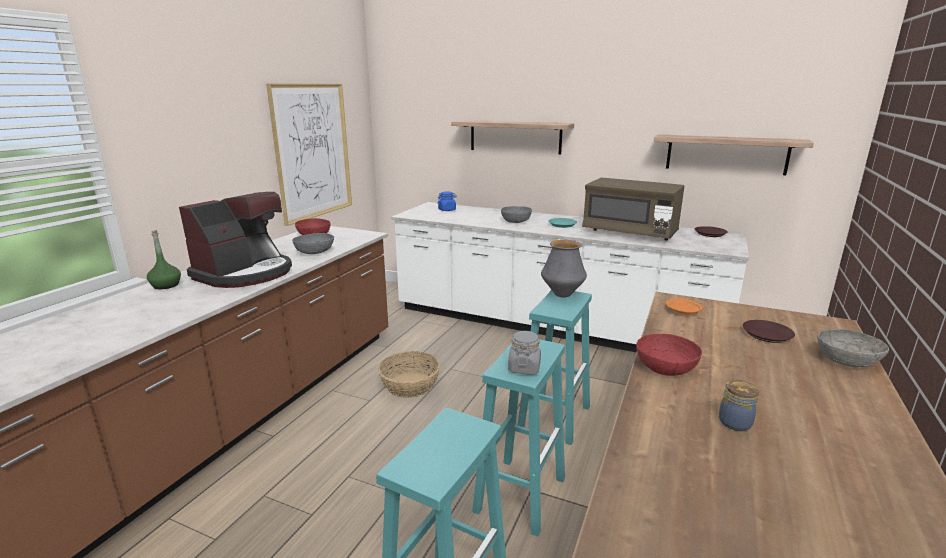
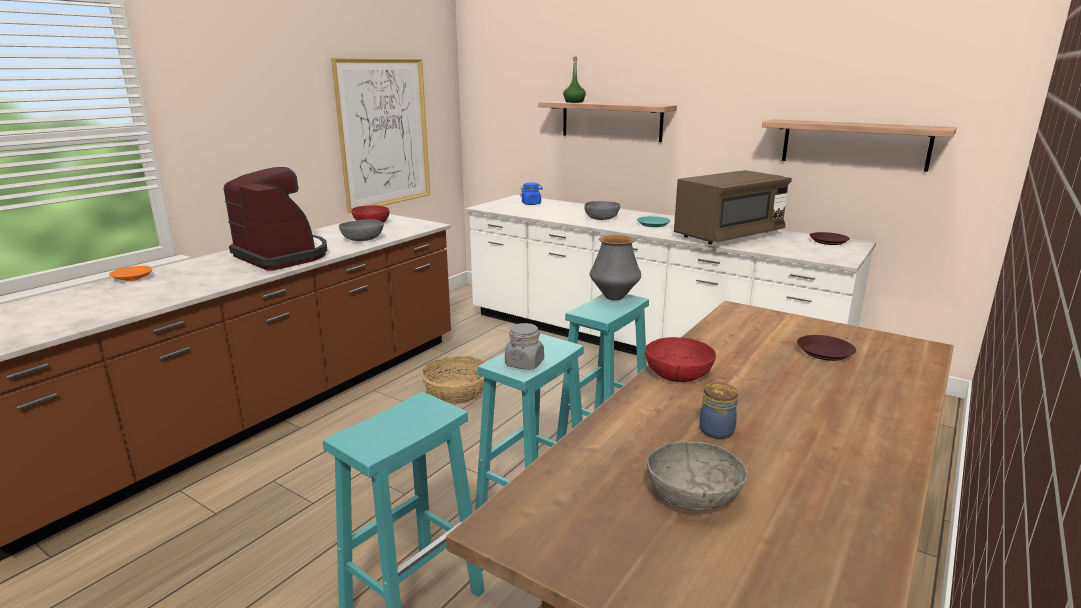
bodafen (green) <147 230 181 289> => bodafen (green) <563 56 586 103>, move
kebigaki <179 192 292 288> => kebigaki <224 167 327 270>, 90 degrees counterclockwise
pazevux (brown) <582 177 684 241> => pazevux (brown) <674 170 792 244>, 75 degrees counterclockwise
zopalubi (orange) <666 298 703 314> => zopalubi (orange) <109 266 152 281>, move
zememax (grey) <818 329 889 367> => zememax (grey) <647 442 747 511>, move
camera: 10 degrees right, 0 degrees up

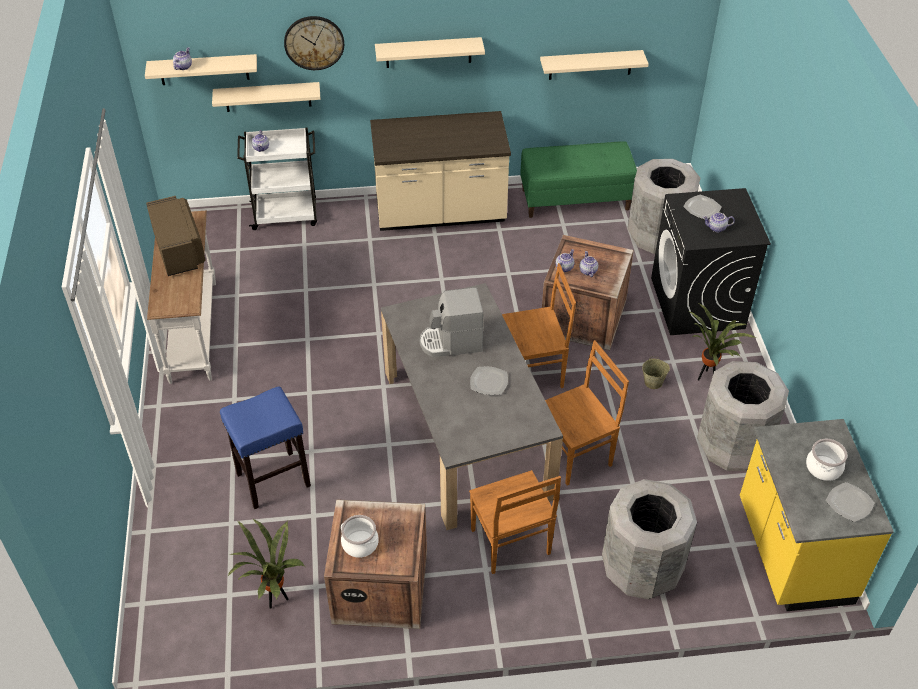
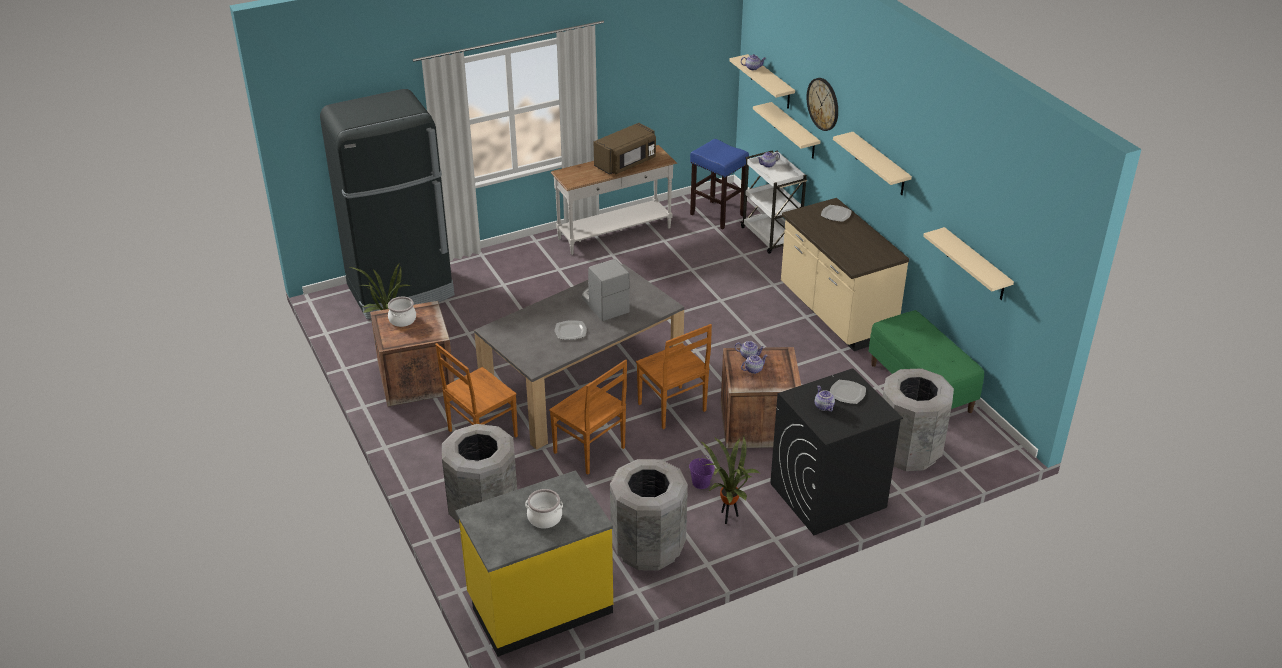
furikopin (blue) <220 386 311 509> => furikopin (blue) <690 139 749 229>, move
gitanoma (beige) <642 356 670 389> => gitanoma (purple) <689 455 714 489>
zopalubi <826 482 875 522> => zopalubi <821 205 852 222>, move
nothing => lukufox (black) <320 89 455 319>
camera: 70 degrees right, 10 degrees down

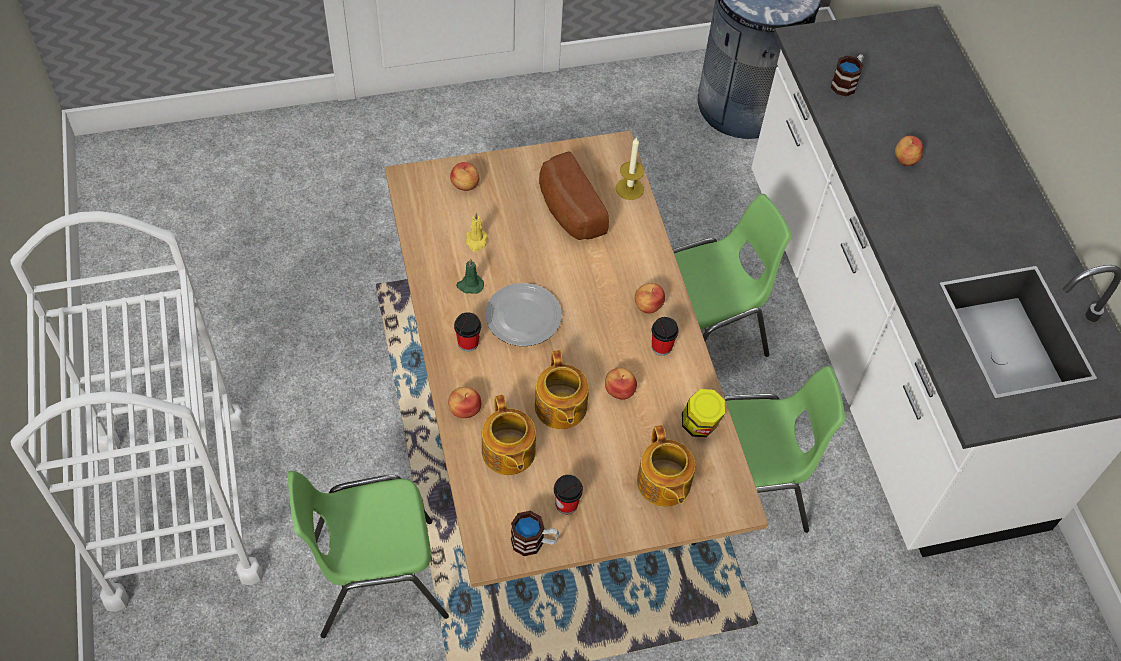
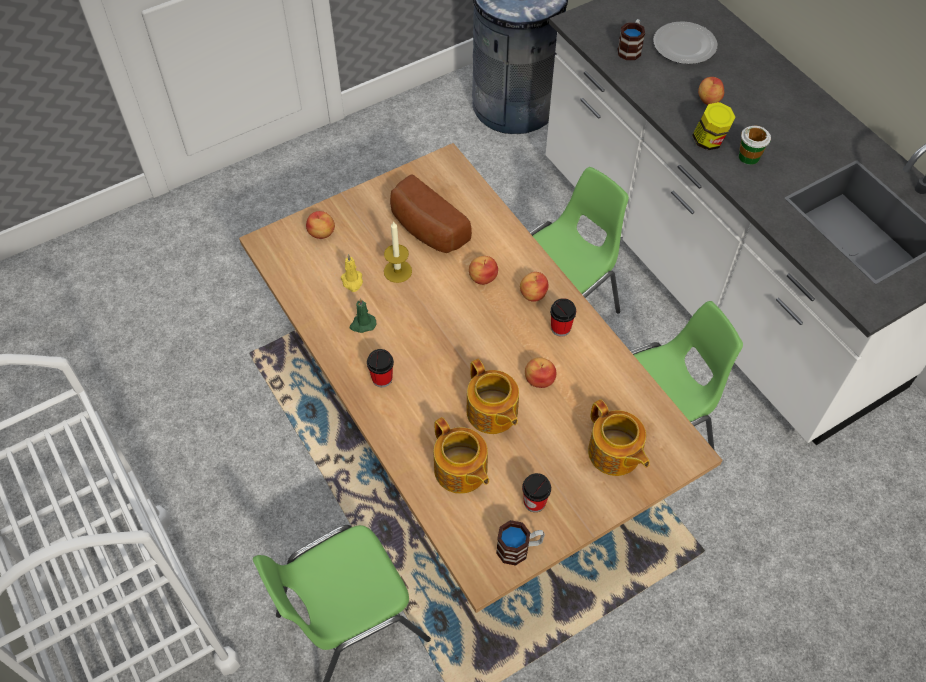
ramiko <448 387 481 418> => ramiko <469 256 498 285>, move
zopalubi <485 283 562 346> => zopalubi <653 21 717 64>, move
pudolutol <616 137 644 200> => pudolutol <384 221 412 283>, move
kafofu <682 389 725 437> => kafofu <692 102 736 150>, move
nothing => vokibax <739 126 771 165>
camera: 15 degrees left, 0 degrees up

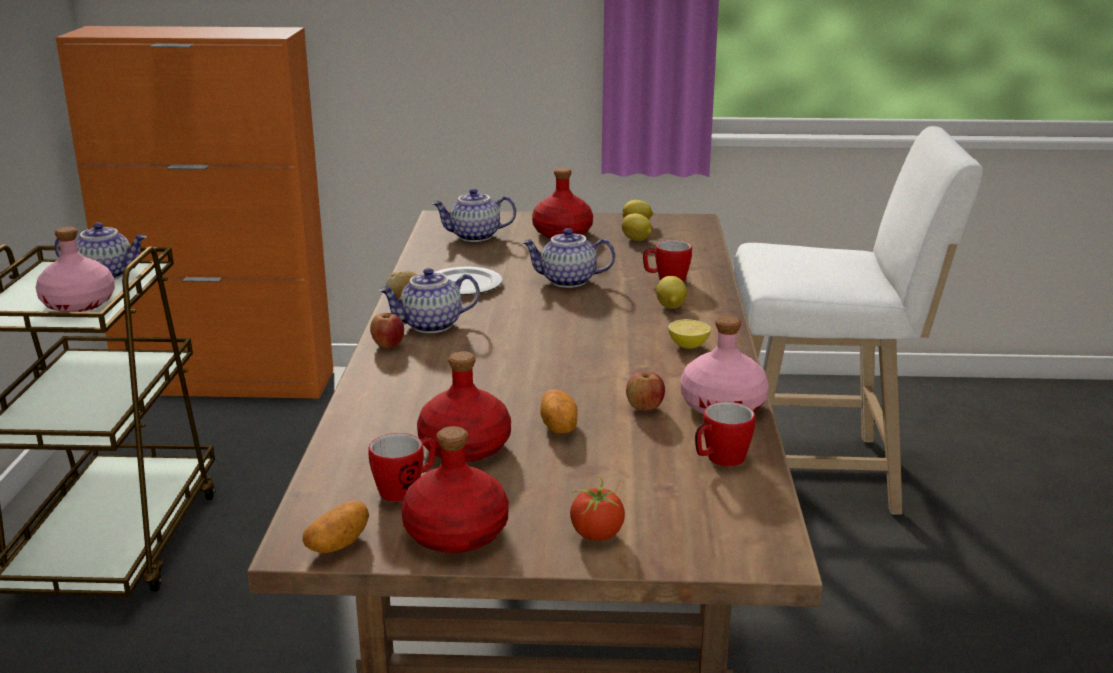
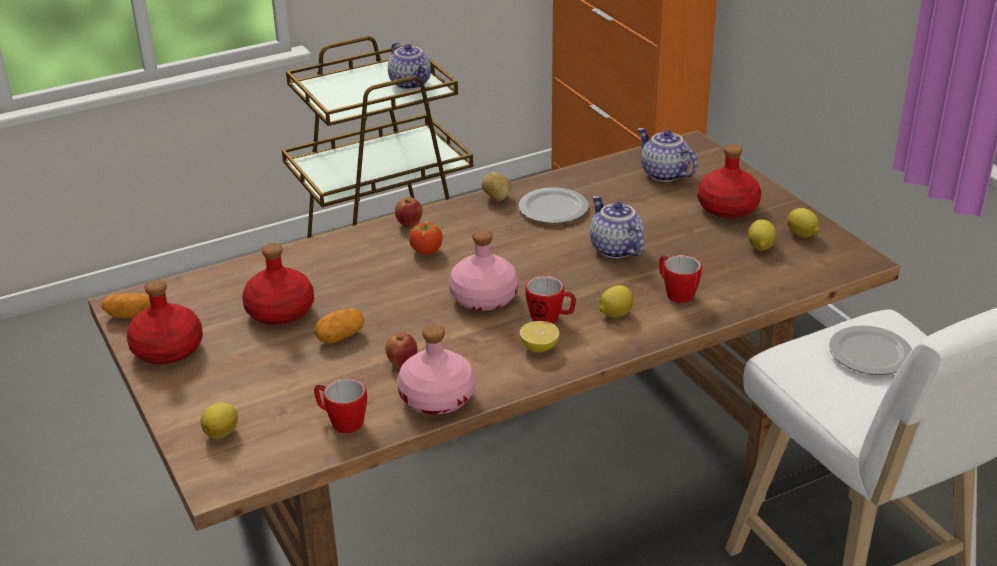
bodafen (pink) <36 227 115 312> => bodafen (pink) <449 229 519 311>, move
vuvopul <368 433 436 502> => vuvopul <525 276 576 324>, move
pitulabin <378 268 480 333> => nothing
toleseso <570 476 625 540> => toleseso <409 219 443 255>, move
nothing => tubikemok <201 402 238 439>
nothing => zopalubi <829 325 912 375>
camera: 60 degrees right, 10 degrees up

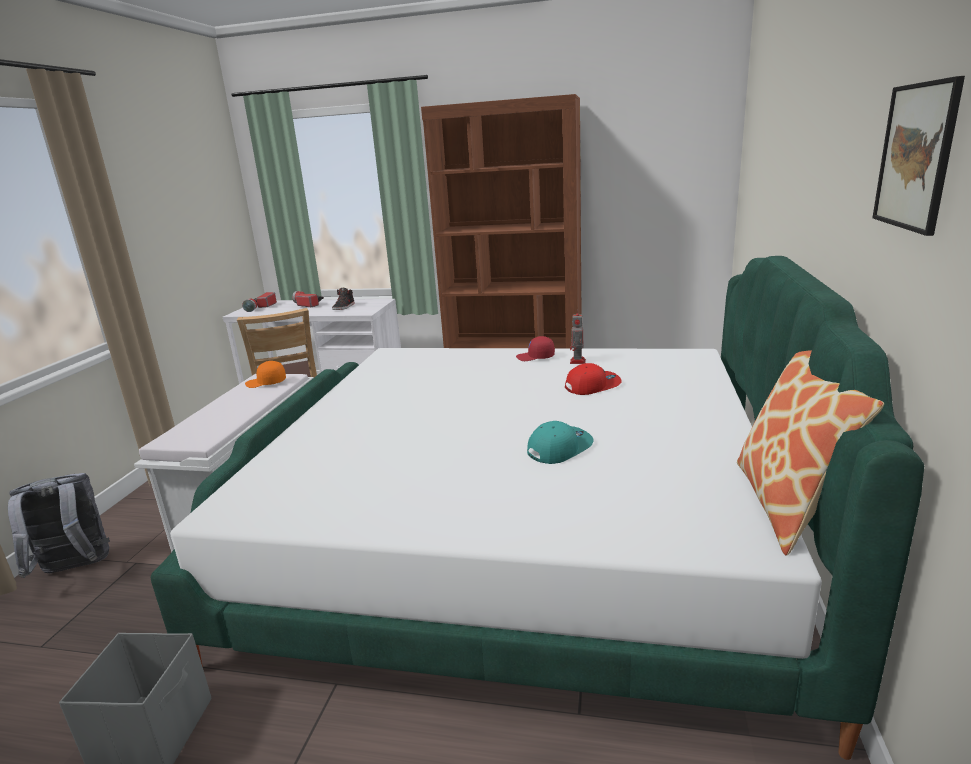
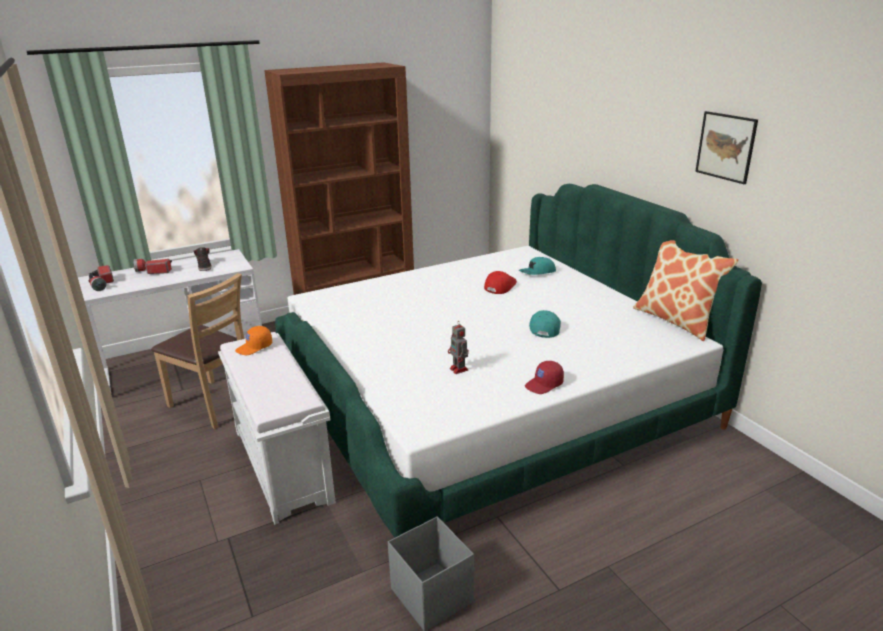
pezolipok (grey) <8 473 110 578> => nothing
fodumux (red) <516 336 555 361> => fodumux (red) <525 361 564 394>, move
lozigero <570 309 586 364> => lozigero <448 322 469 374>, move
nothing => fodumux (turquoise) <519 257 556 275>
camera: 40 degrees left, 5 degrees up

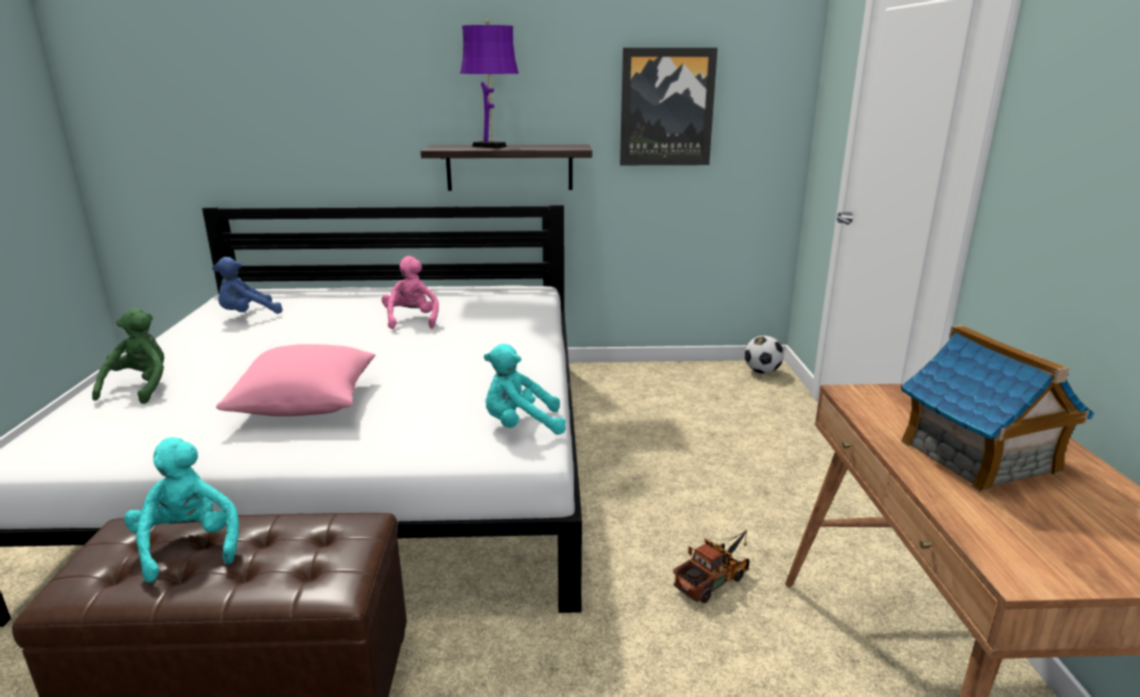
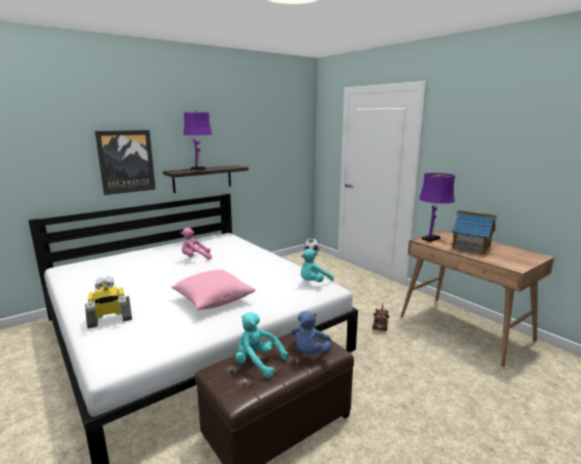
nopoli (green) <92 308 164 404> => lozigero <85 276 132 328>
nopoli (blue) <212 257 282 314> => nopoli (blue) <291 311 332 355>, move
nopoli (pink) <382 256 439 329> => nopoli (pink) <180 228 212 260>, 60 degrees counterclockwise
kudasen <620 48 718 165> => kudasen <95 130 156 195>, move
nothing => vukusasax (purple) <419 171 455 242>
camera: 35 degrees left, 5 degrees down

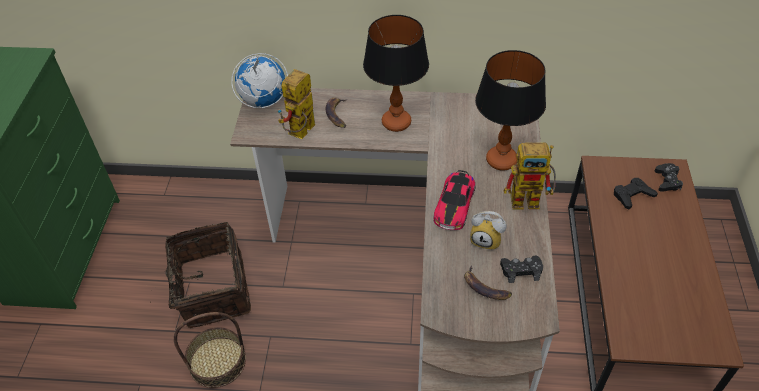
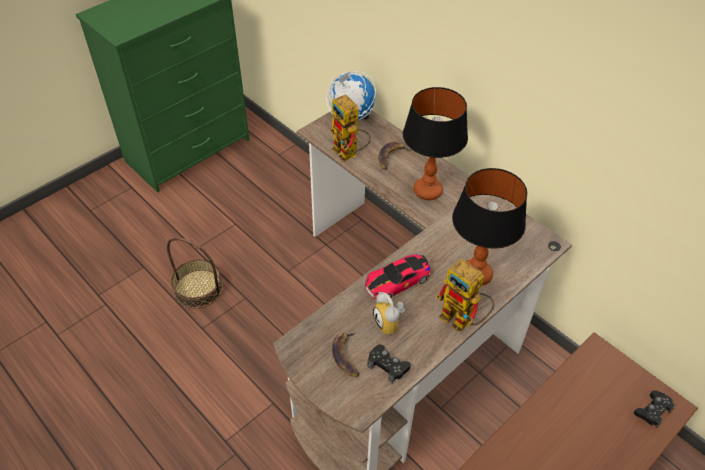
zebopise <150 222 251 328> => nothing
lozigero <278 69 315 139> => lozigero <330 94 371 162>, 105 degrees counterclockwise
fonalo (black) <614 178 658 209> => nothing
camera: 40 degrees right, 0 degrees up

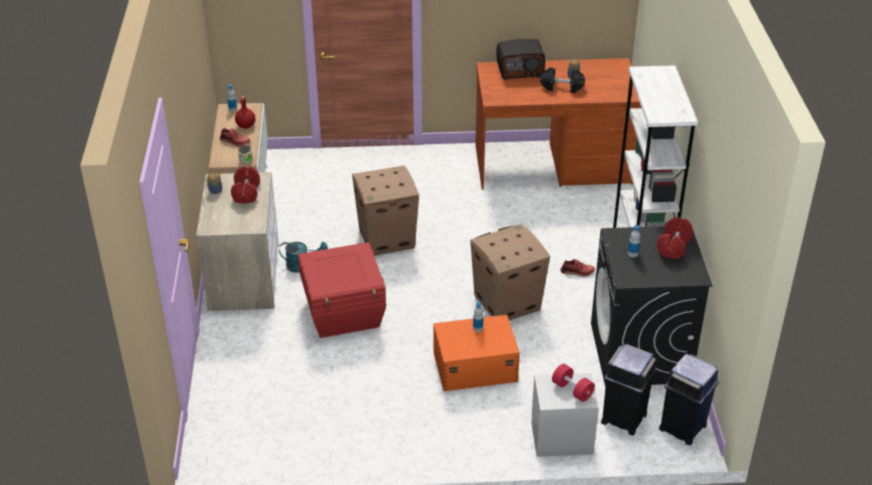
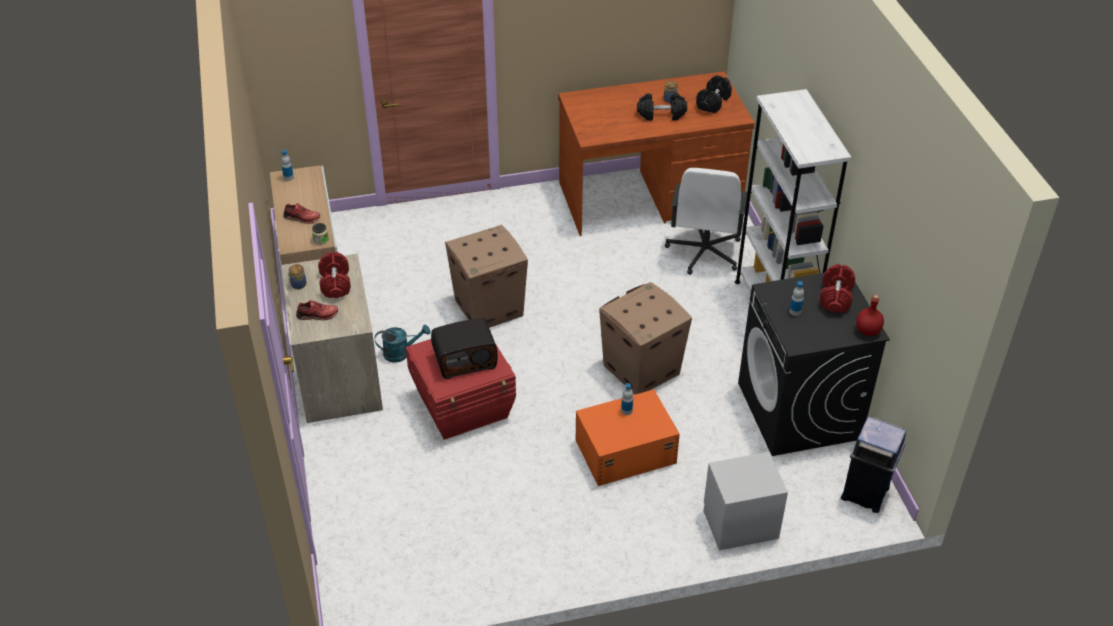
bodafen (red) <235 96 255 129> => bodafen (red) <856 295 884 336>, move
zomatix <496 39 545 80> => zomatix <431 318 498 379>, move
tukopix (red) <552 364 595 402> => nothing
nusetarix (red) <561 259 595 277> => nusetarix (red) <296 300 338 320>, move
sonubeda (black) <601 344 657 436> => nothing
nothing => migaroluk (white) <665 168 747 275>
nothing => tukopix (black) <696 75 732 113>
camera: 10 degrees left, 5 degrees up

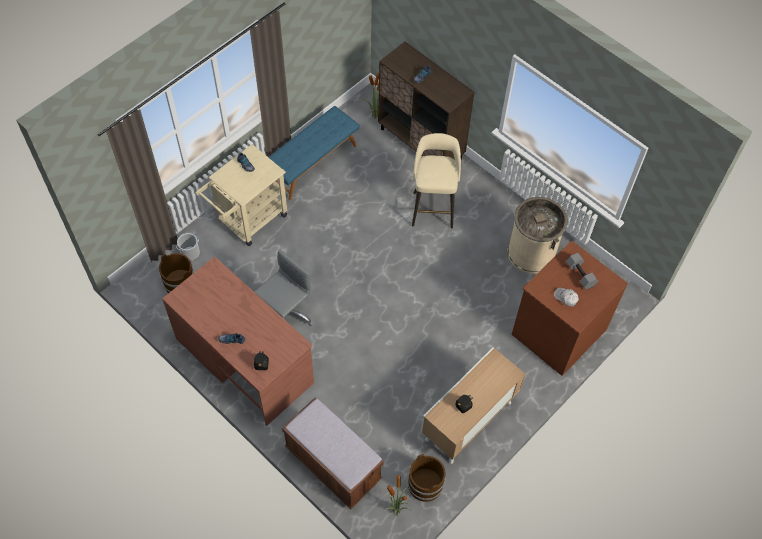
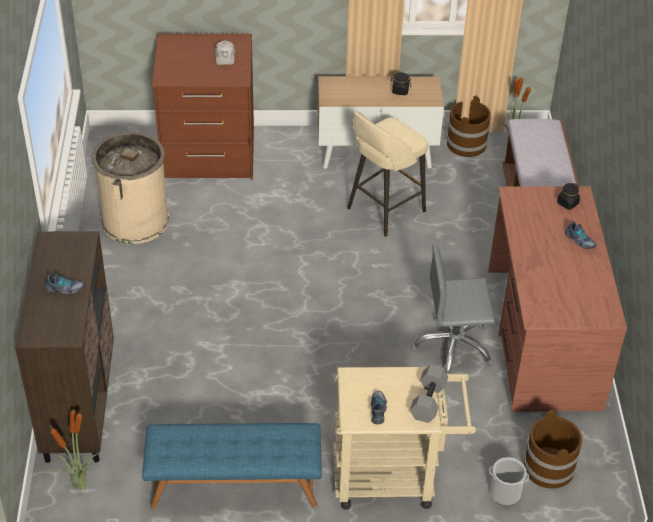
furikopin (beige) <412 133 461 228> => furikopin (beige) <347 111 428 237>, move
tukopix (grey) <566 253 598 290> => tukopix (grey) <410 365 448 423>, move
camera: 135 degrees left, 15 degrees down

